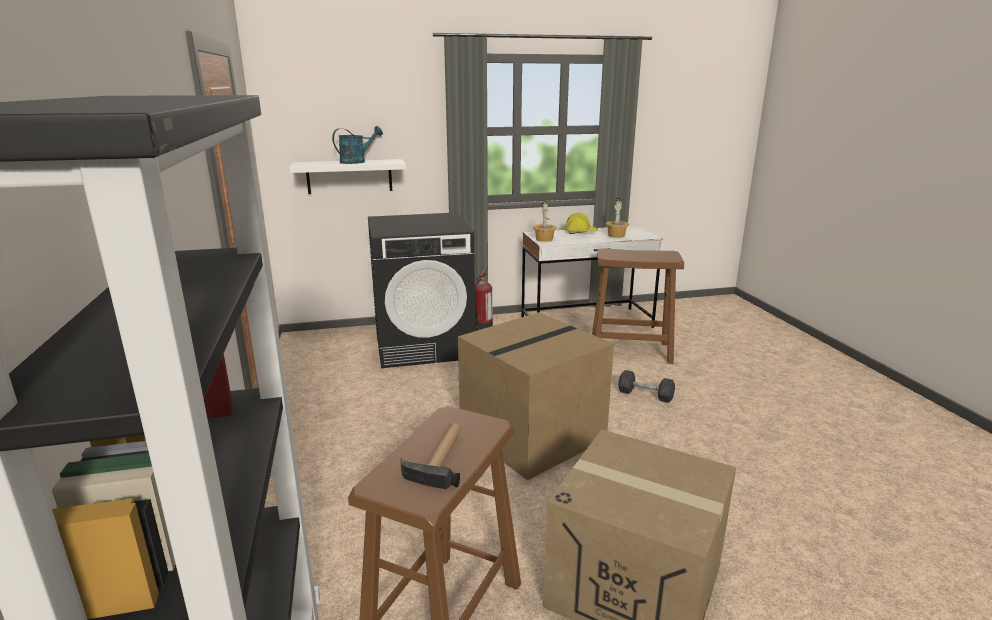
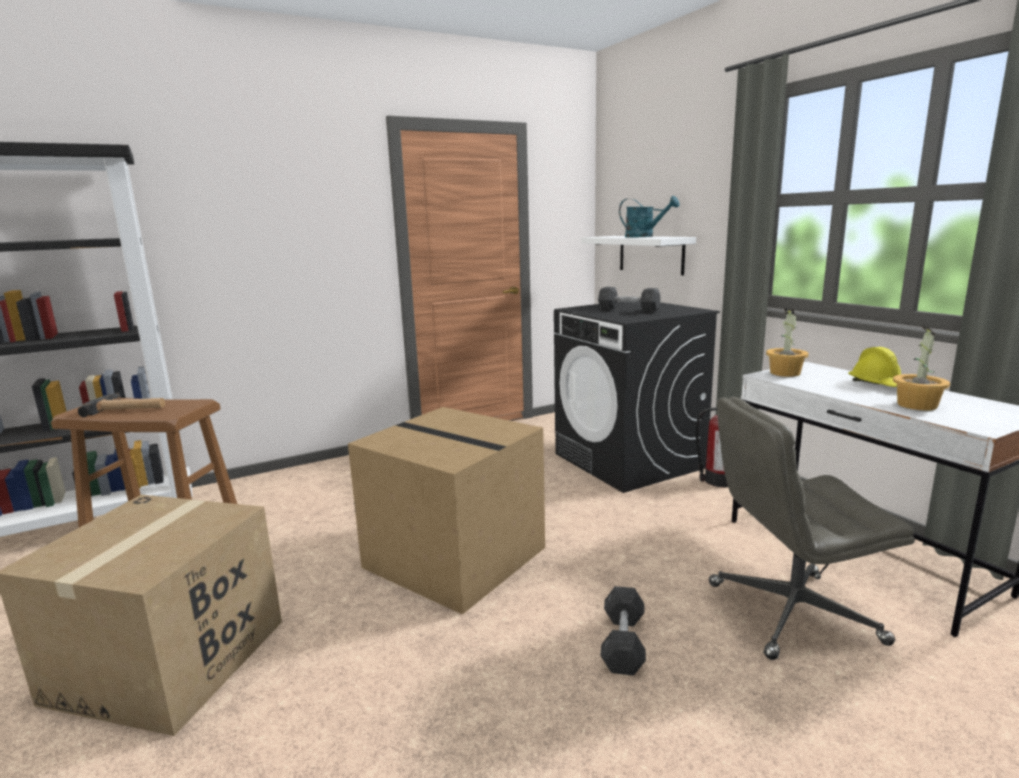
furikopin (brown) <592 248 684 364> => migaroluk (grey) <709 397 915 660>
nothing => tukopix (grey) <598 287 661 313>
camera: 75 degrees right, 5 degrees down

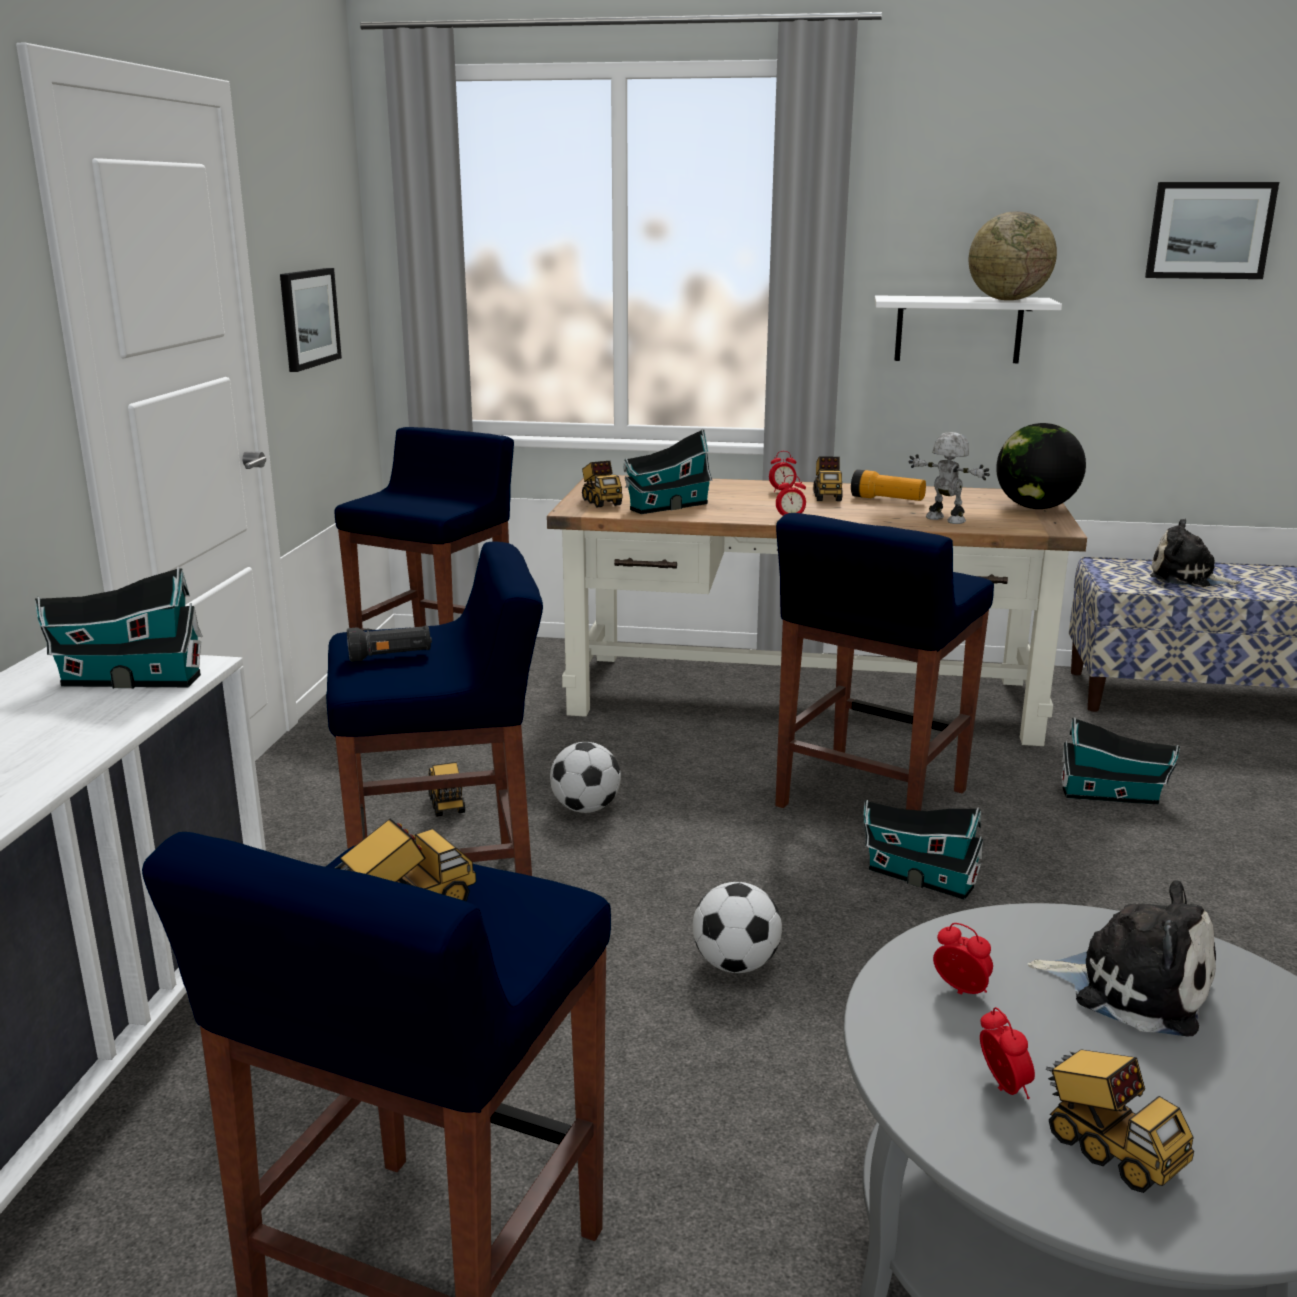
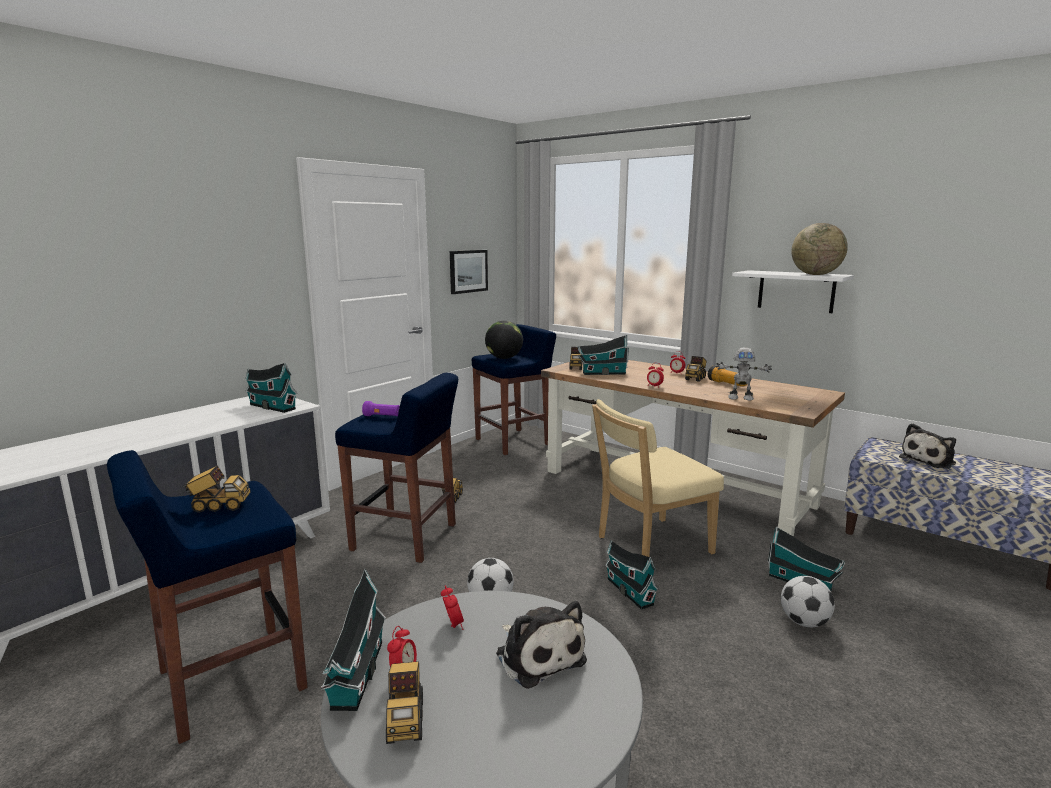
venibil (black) <347 625 432 662> => venibil (purple) <362 401 400 416>
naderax <550 742 621 813> => naderax <781 576 835 627>, move
furikopin (blue) <775 513 994 811> => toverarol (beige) <592 399 724 557>
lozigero <908 432 990 524> => lozigero <716 347 772 400>, 120 degrees clockwise
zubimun <996 423 1086 509> => zubimun <485 321 523 359>, move
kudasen <1145 182 1279 279> => nothing
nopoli <1150 519 1242 587> => nopoli <899 423 956 469>, 90 degrees counterclockwise
nothing => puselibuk <321 569 386 711>
camera: 30 degrees right, 5 degrees down

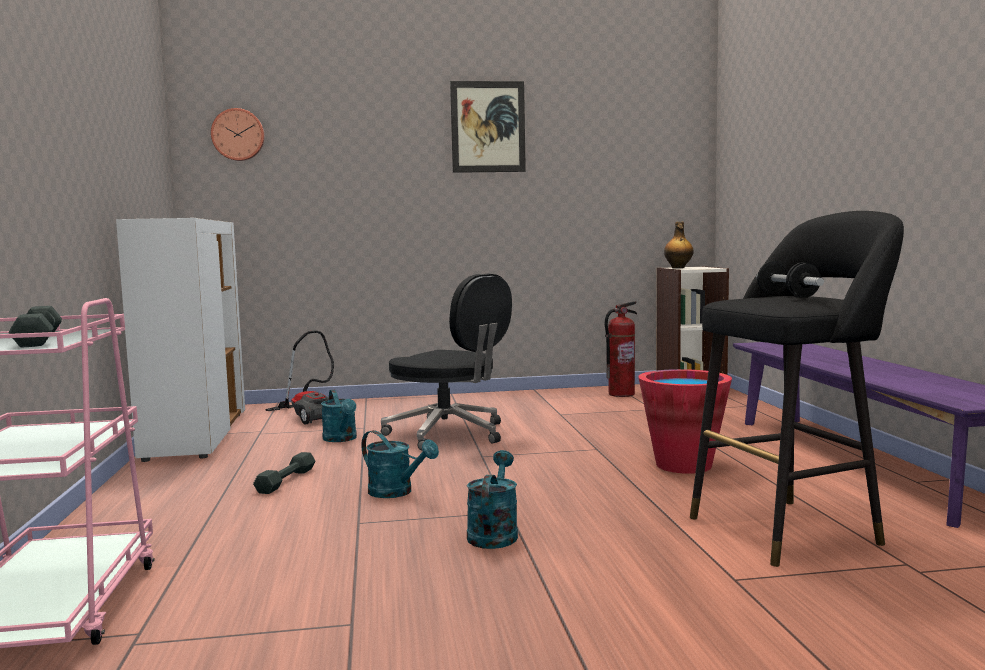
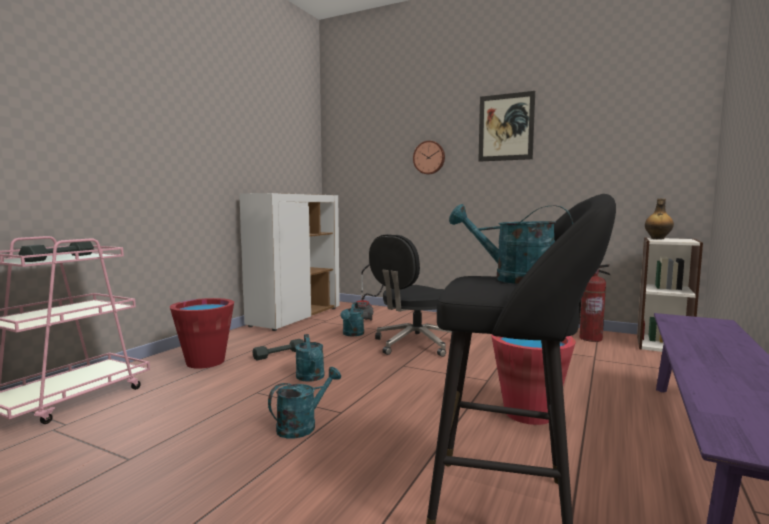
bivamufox <211 108 265 161> => bivamufox <413 141 445 174>, move
migaroluk (black) <381 273 512 450> => migaroluk (black) <369 234 452 357>, 60 degrees clockwise
tukopix <756 261 824 298> => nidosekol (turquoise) <449 204 573 284>
nothing => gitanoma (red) <170 298 234 369>
camera: 35 degrees right, 0 degrees up

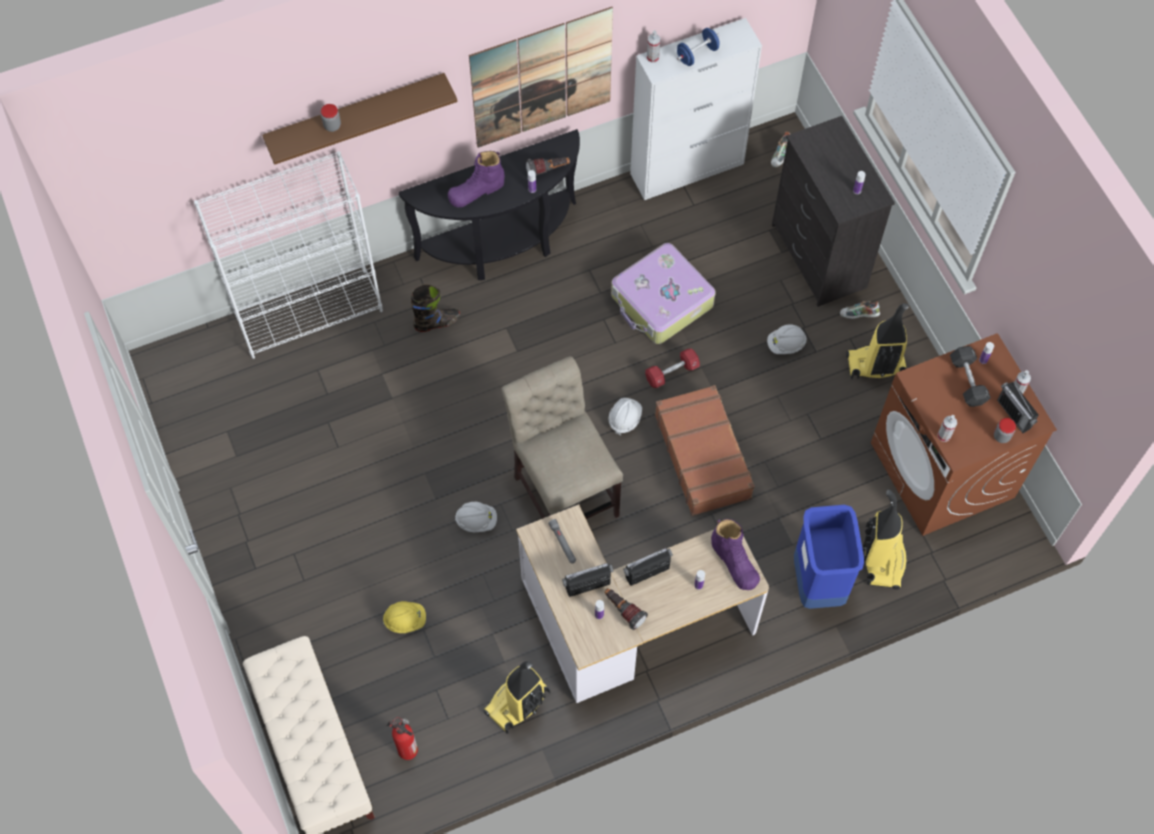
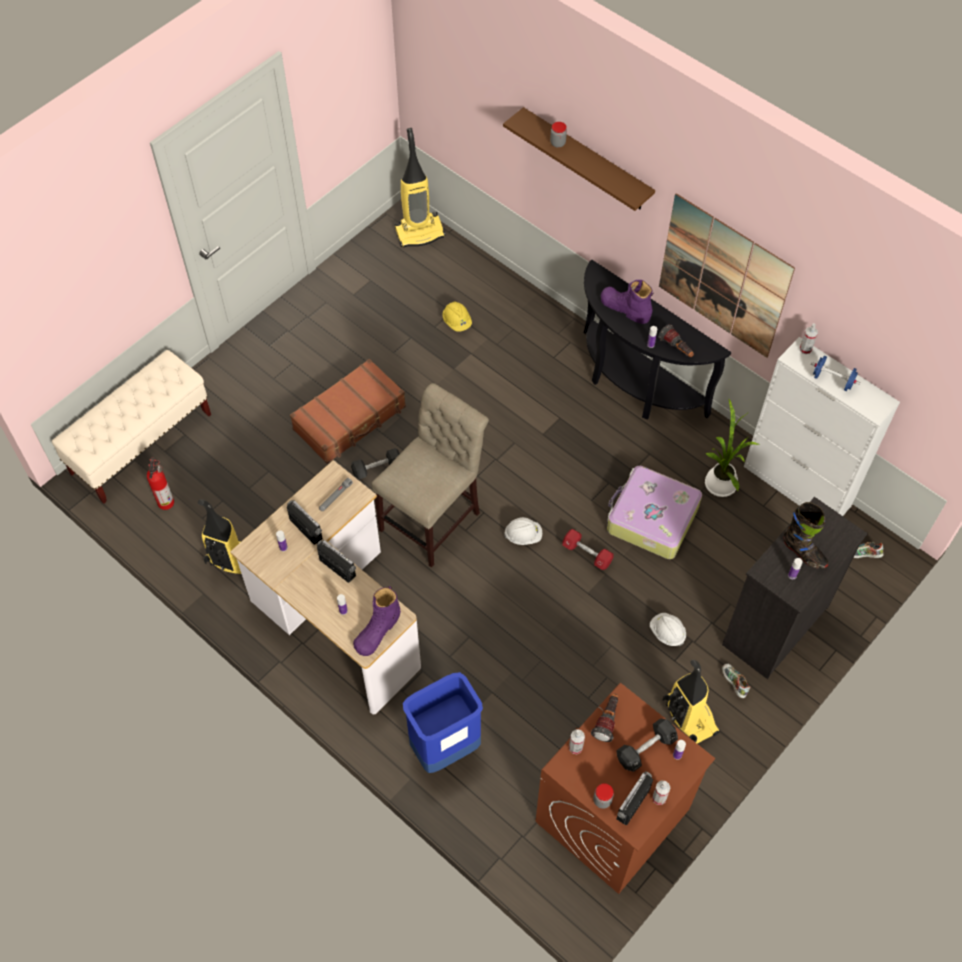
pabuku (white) <194 151 383 359> => nothing
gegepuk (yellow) <383 601 426 633> => gegepuk (yellow) <443 301 472 332>, move
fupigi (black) <411 284 460 332> => fupigi (black) <784 502 828 569>, move
gegepuk (white) <455 502 497 532> => tukopix (black) <351 448 400 480>
venibil <604 588 648 630> => venibil <591 693 618 742>, move
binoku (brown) <655 385 755 516> => binoku (brown) <290 359 406 464>, move
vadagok <862 489 907 590> => vadagok <395 128 445 247>, move
nothing => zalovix <705 399 759 497>
camera: 65 degrees right, 5 degrees down

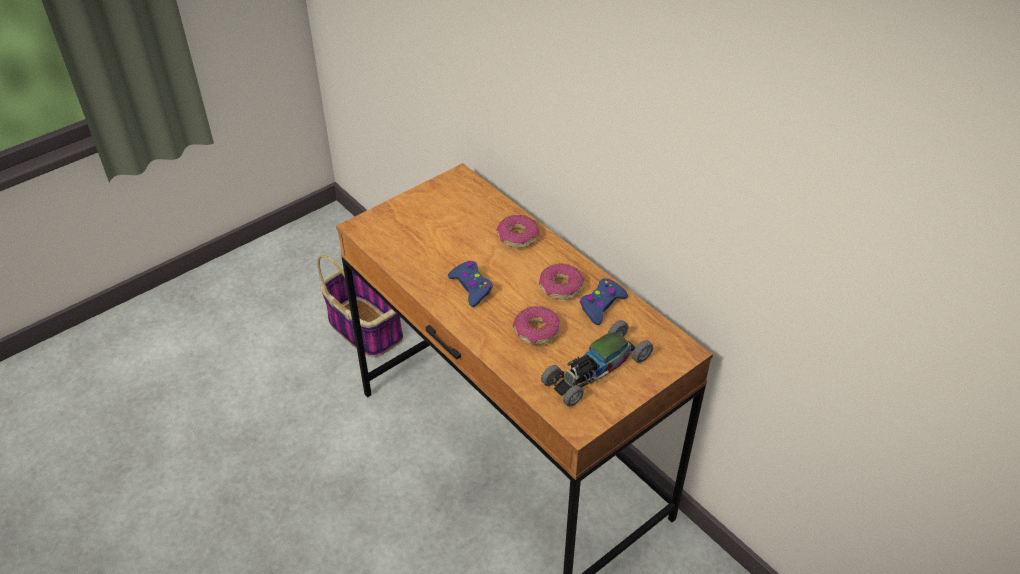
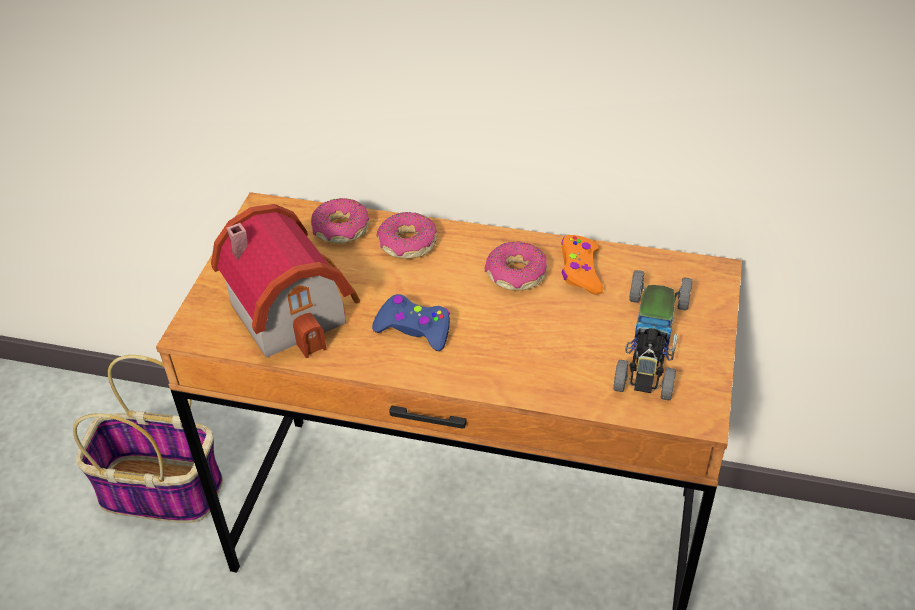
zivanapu <513 306 560 345> => zivanapu <311 198 369 244>, move
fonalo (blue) <580 278 628 325> => fonalo (orange) <561 235 604 294>
nothing => puselibuk <211 204 360 358>
camera: 35 degrees left, 0 degrees up

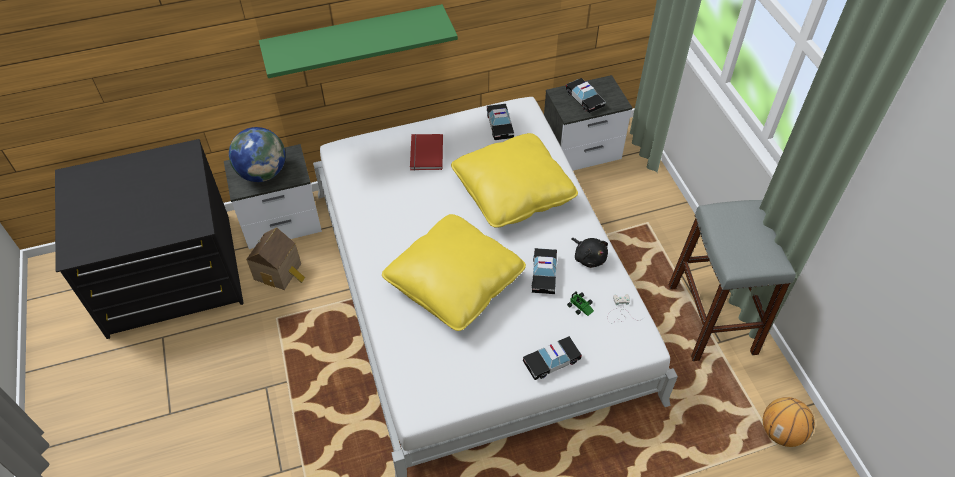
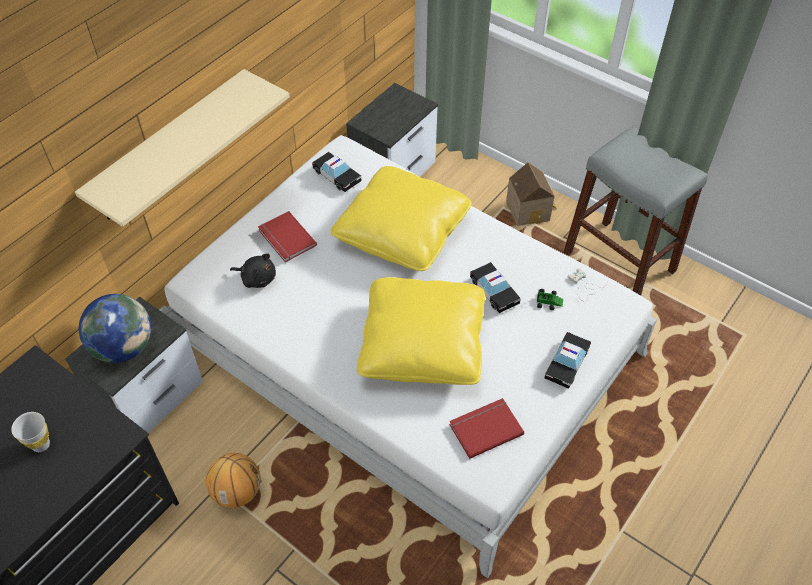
puselibuk <246 227 305 290> => puselibuk <506 162 557 226>, move
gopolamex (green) <259 4 458 78> => gopolamex (beige) <75 69 290 227>
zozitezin <566 78 606 113> => nothing
nopoli (black) <571 238 608 268> => nopoli (black) <230 254 276 288>, move
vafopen <763 397 815 447> => vafopen <206 453 261 508>, move
nothing => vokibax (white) <11 412 50 452>
nothing => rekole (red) <449 398 524 459>
camera: 35 degrees left, 0 degrees up

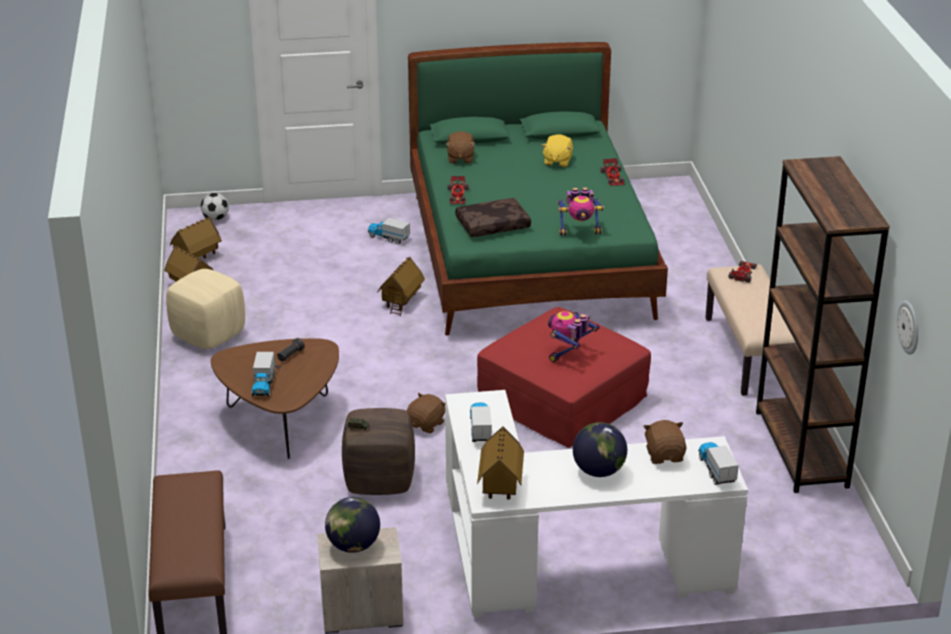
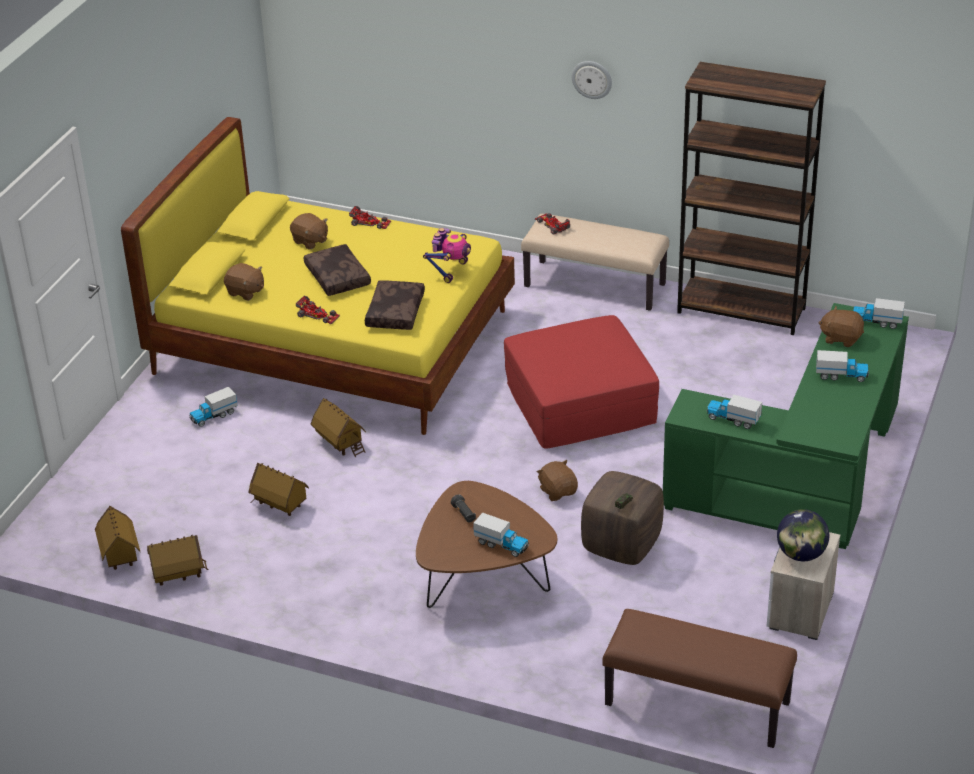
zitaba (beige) <166 269 245 349> => nothing
naderax <201 193 229 221> => nothing
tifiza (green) <408 42 668 336> => tifiza (yellow) <121 117 515 435>
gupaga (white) <445 390 748 618> => gupaga (green) <663 303 909 549>
puselibuk <477 426 524 500> => puselibuk <249 463 309 516>, move
nopoli (yellow) <541 134 573 167> => nopoli (brown) <290 213 328 250>
lozigero <548 311 599 362> => nothing
zubimun <573 422 627 477> => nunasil <816 350 869 382>
bivamufox <897 301 918 355> => bivamufox <572 61 612 99>, move
nothing => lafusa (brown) <304 244 371 296>
camera: 60 degrees left, 5 degrees up

